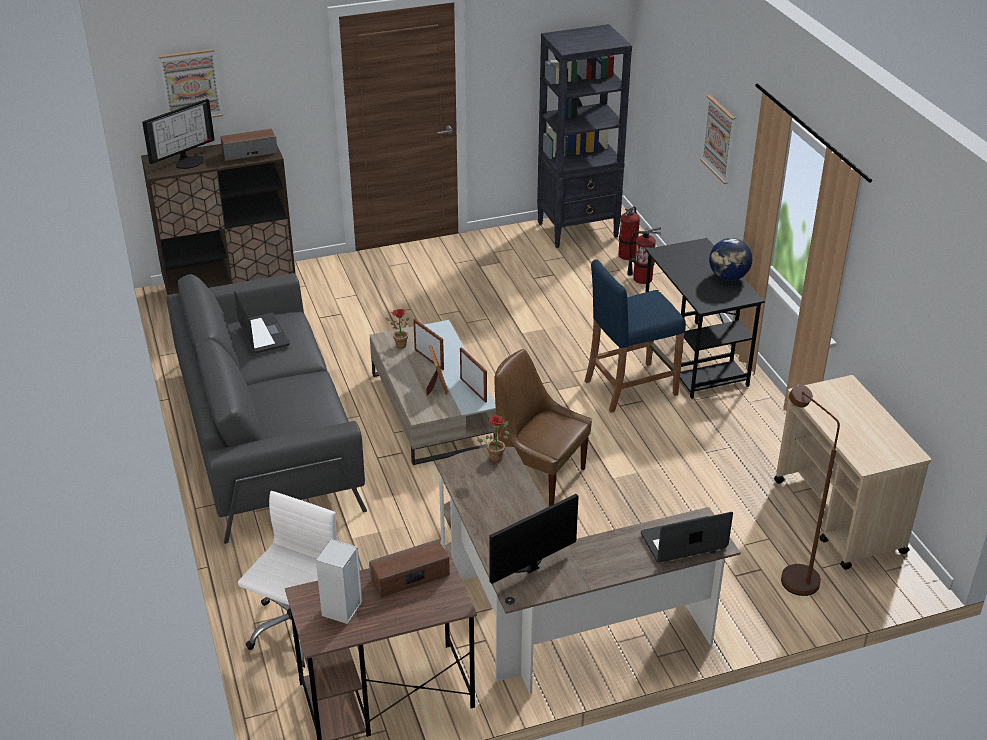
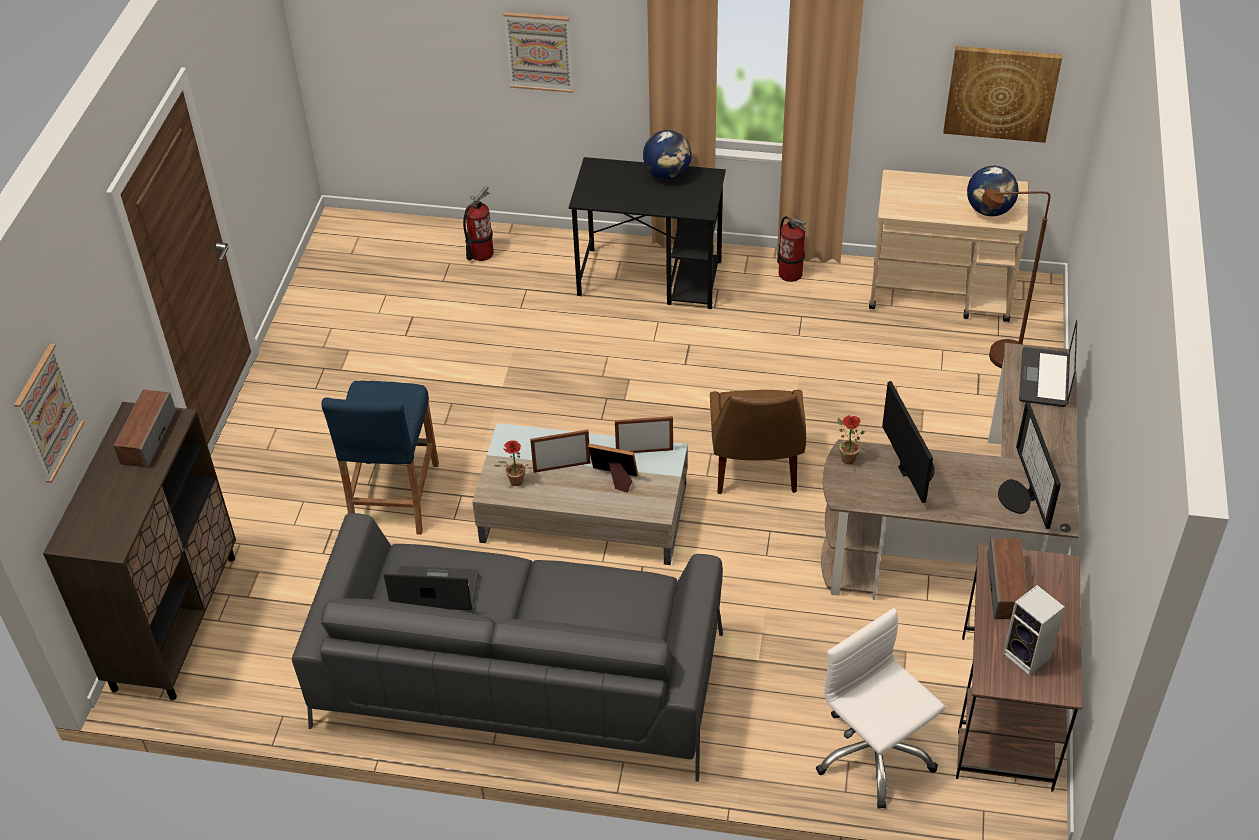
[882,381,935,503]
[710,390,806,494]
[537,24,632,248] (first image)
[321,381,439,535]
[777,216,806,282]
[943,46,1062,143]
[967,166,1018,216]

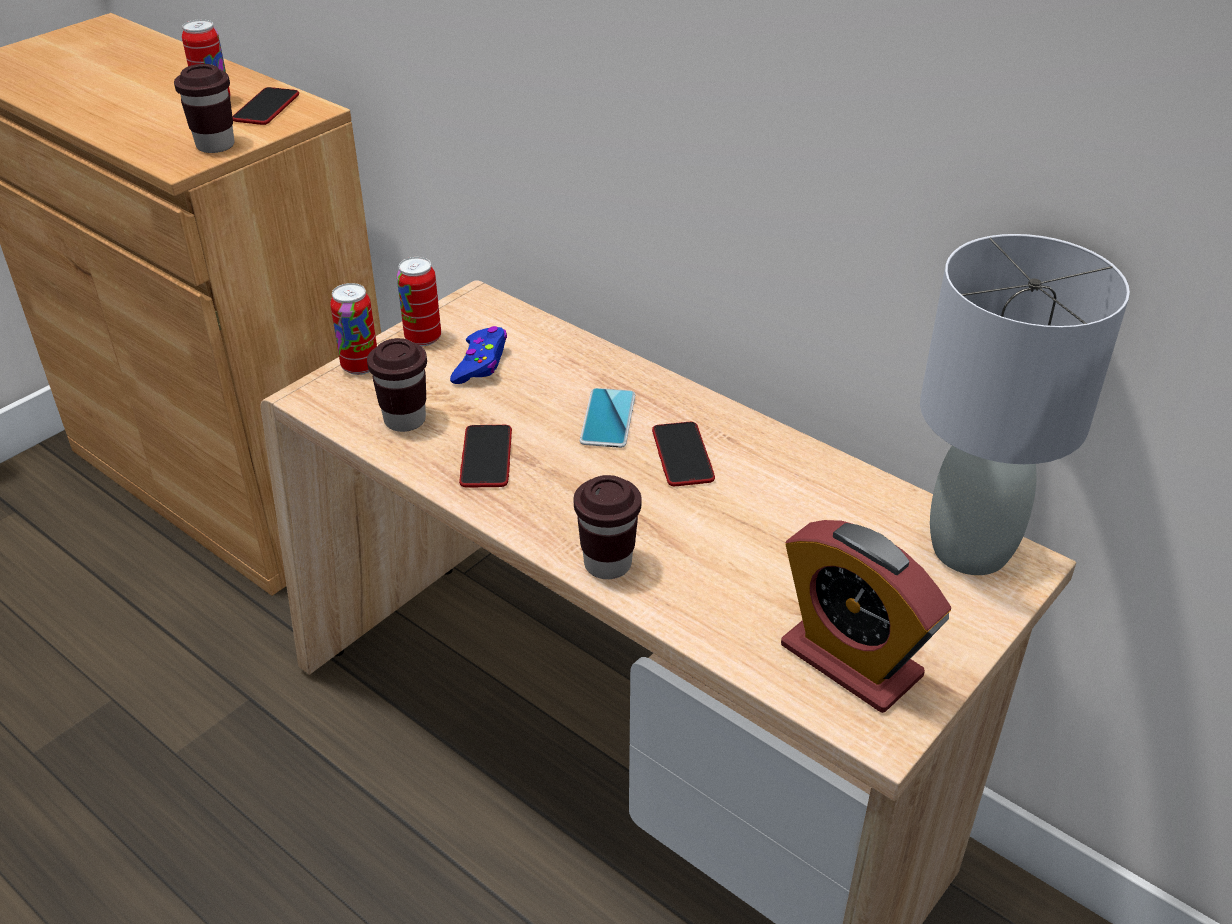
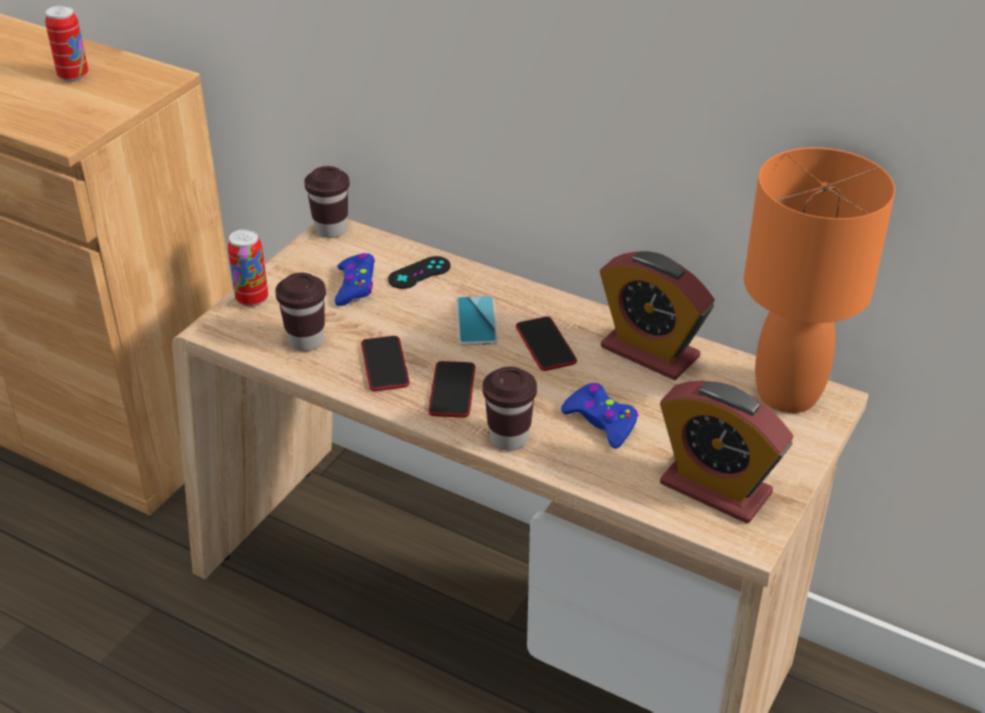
[304,166,350,238]
[428,361,475,418]
[397,257,441,346] (first image)
[744,147,895,413]
[388,256,450,289]
[561,383,639,449]
[600,251,714,380]

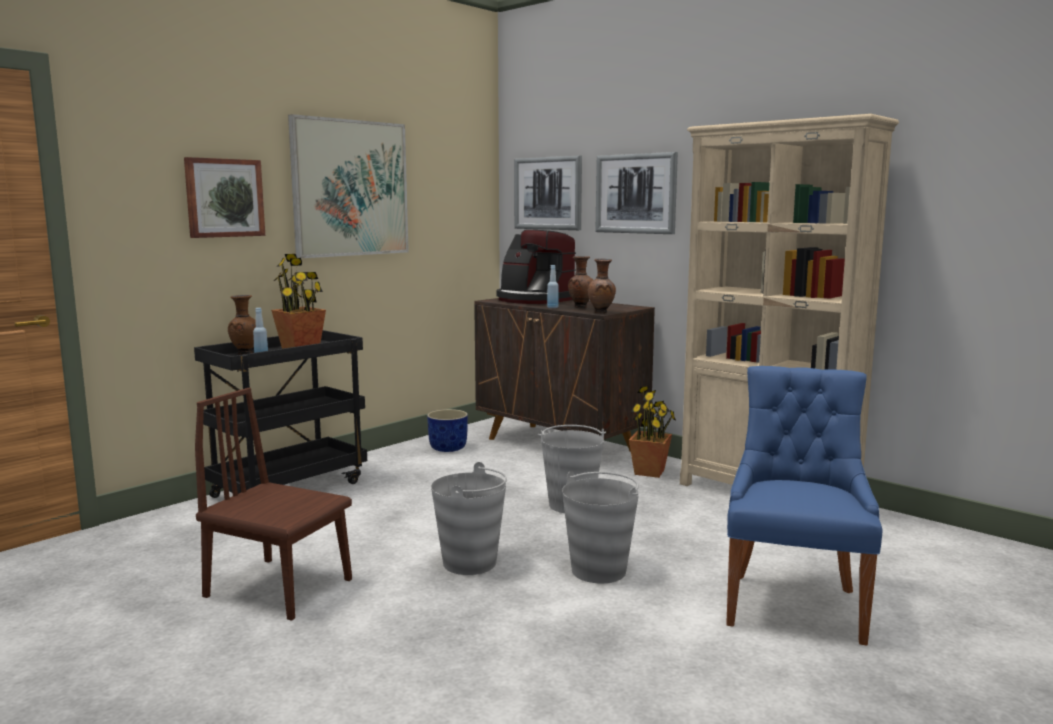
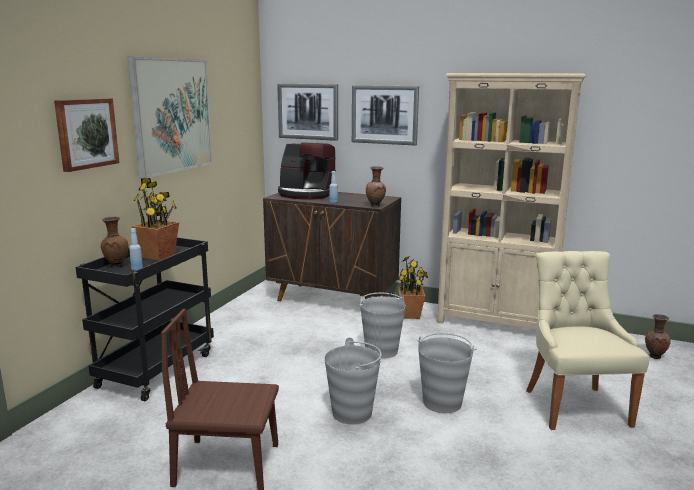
[427,409,468,452] (first image)
[645,314,671,359]
[526,251,649,430]

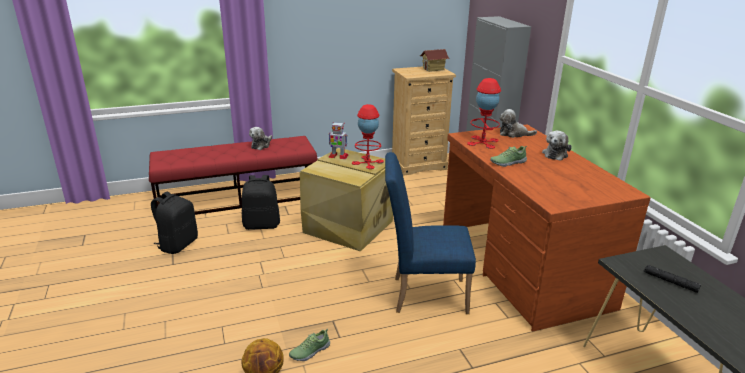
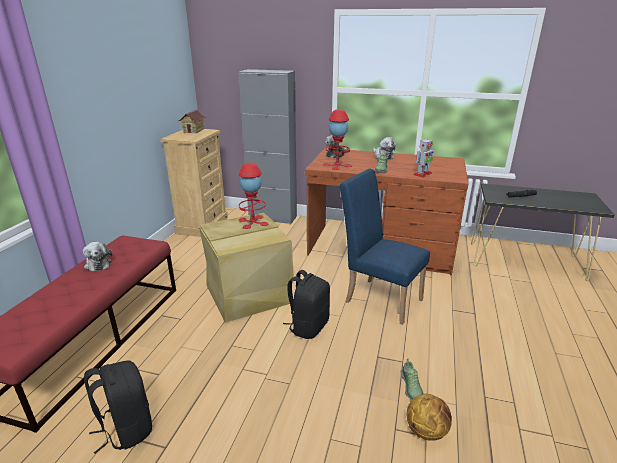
[283,270,330,339]
[413,138,434,178]
[340,169,430,325]

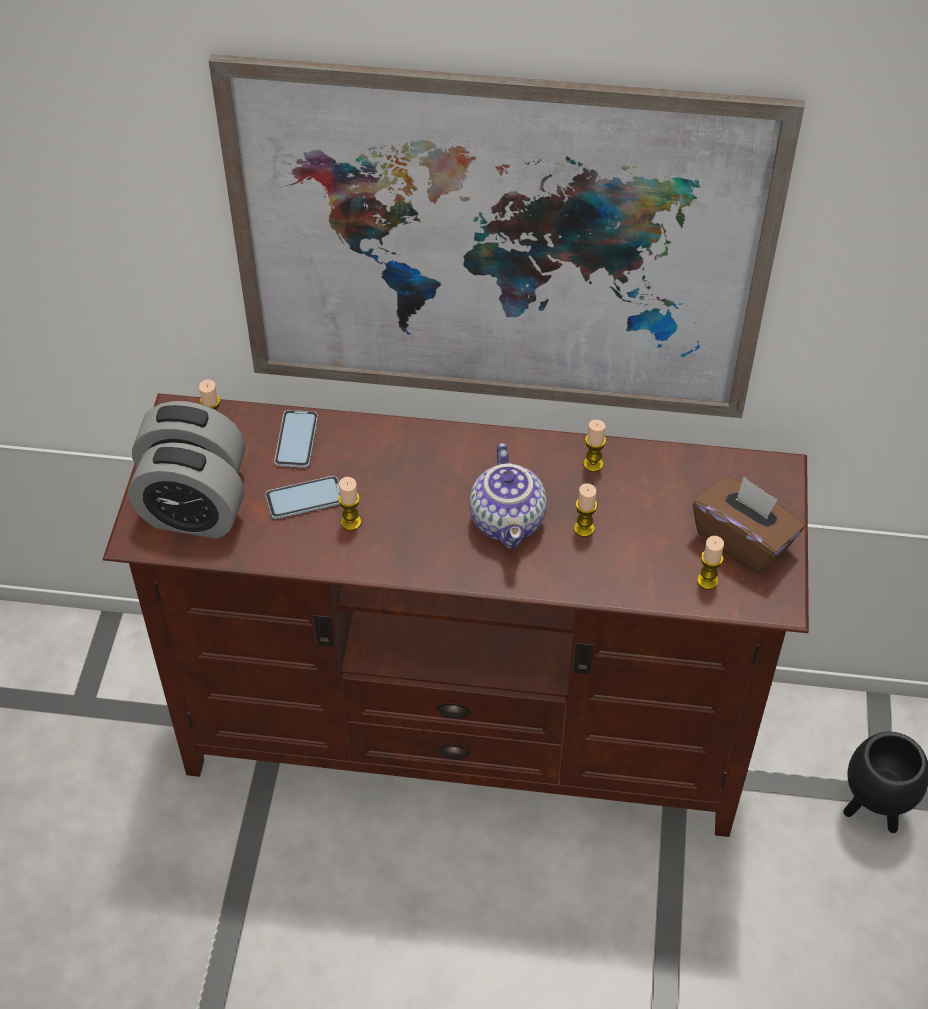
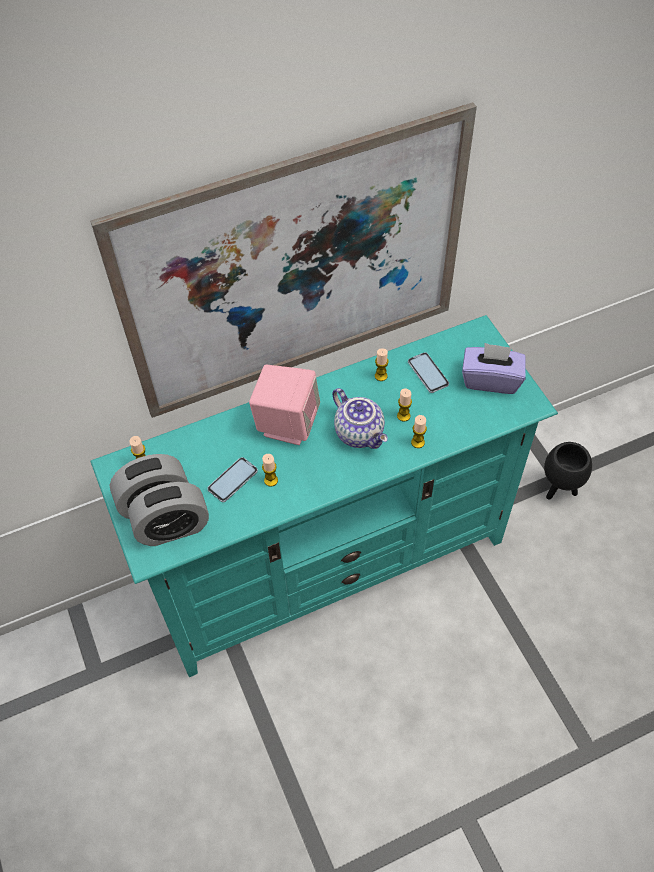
[90,315,558,677]
[408,352,449,393]
[462,343,526,394]
[411,415,427,448]
[249,365,320,445]

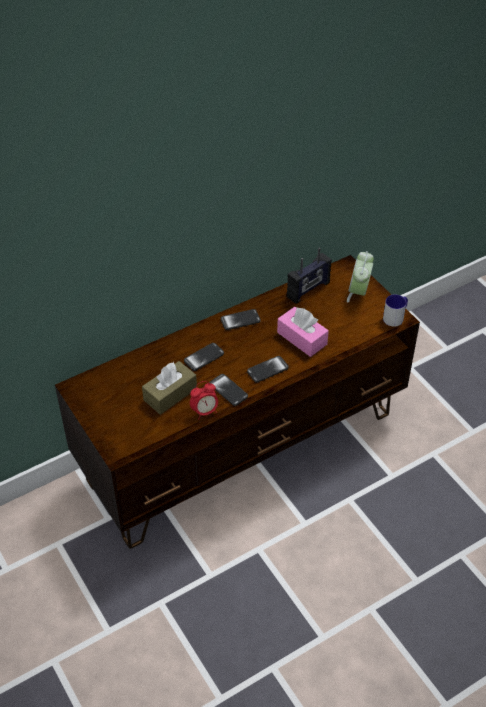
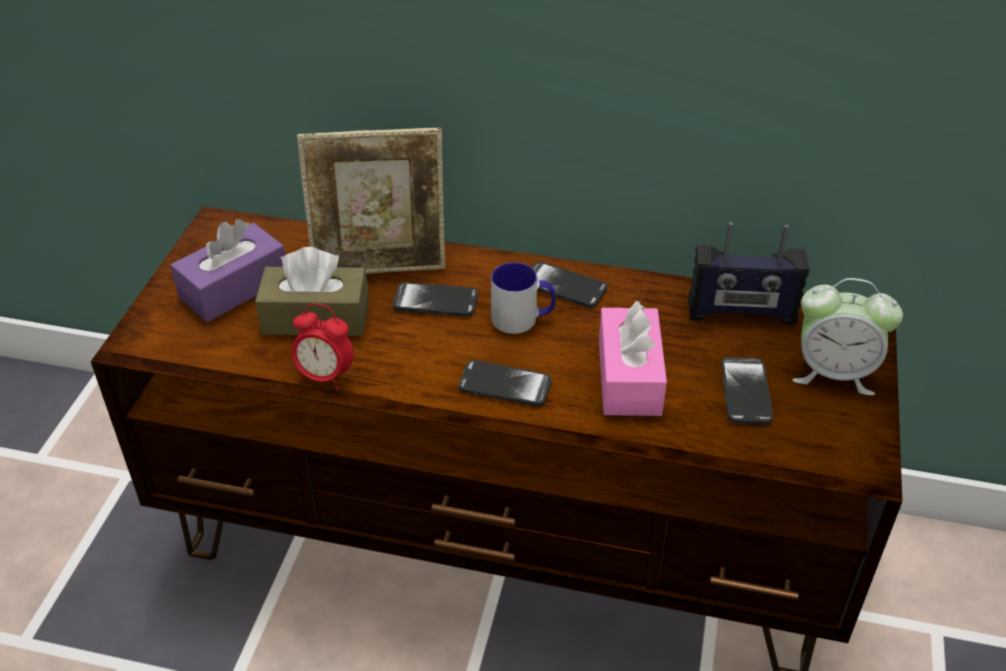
[721,357,773,425]
[793,278,903,395]
[491,262,556,334]
[170,219,285,322]
[297,128,446,274]

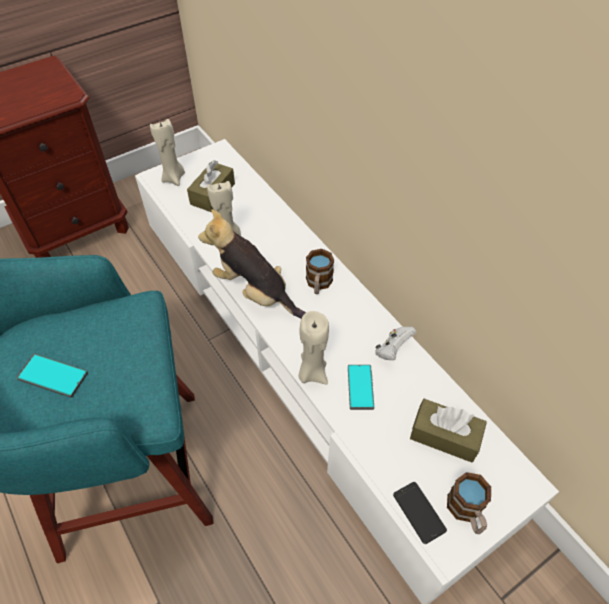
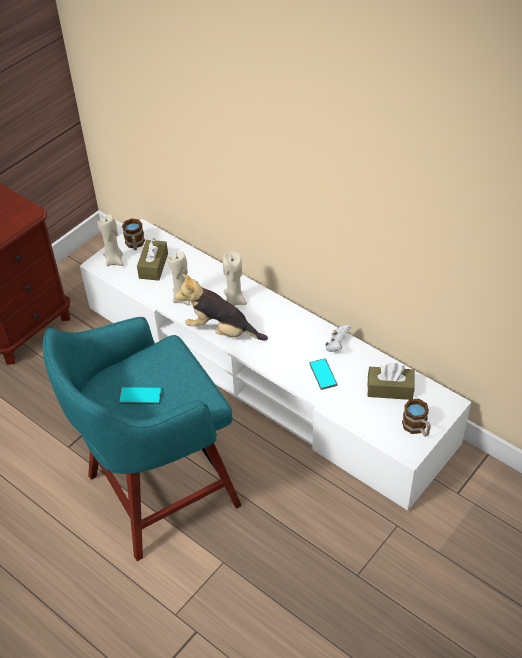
[223,251,247,306]
[122,218,145,250]
[393,482,447,544] (first image)

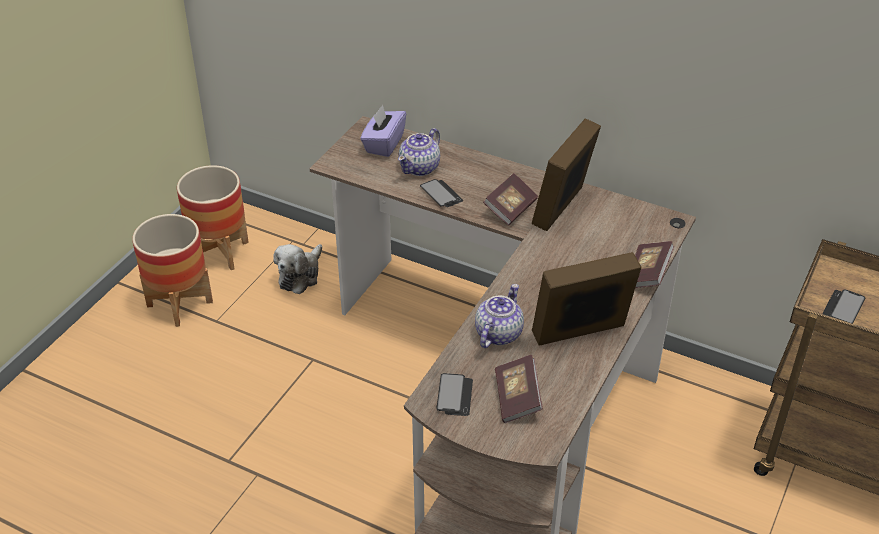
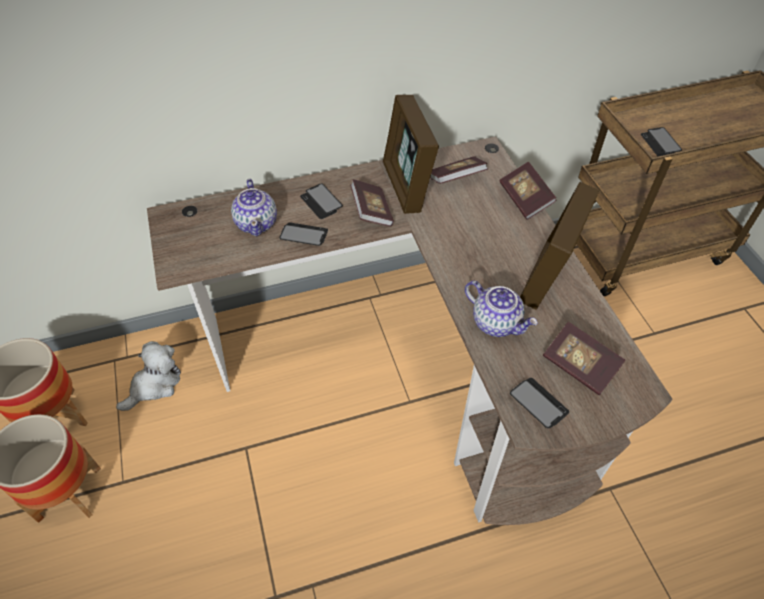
[116,341,181,411]
[360,105,406,157] (first image)
[465,281,538,337]
[300,183,343,219]
[430,156,488,184]

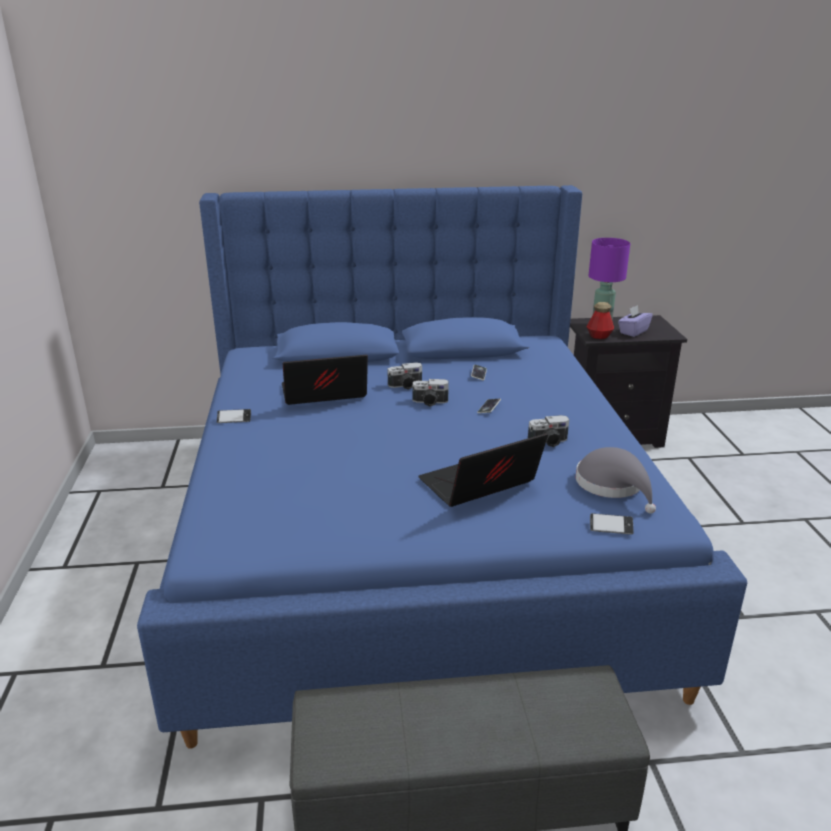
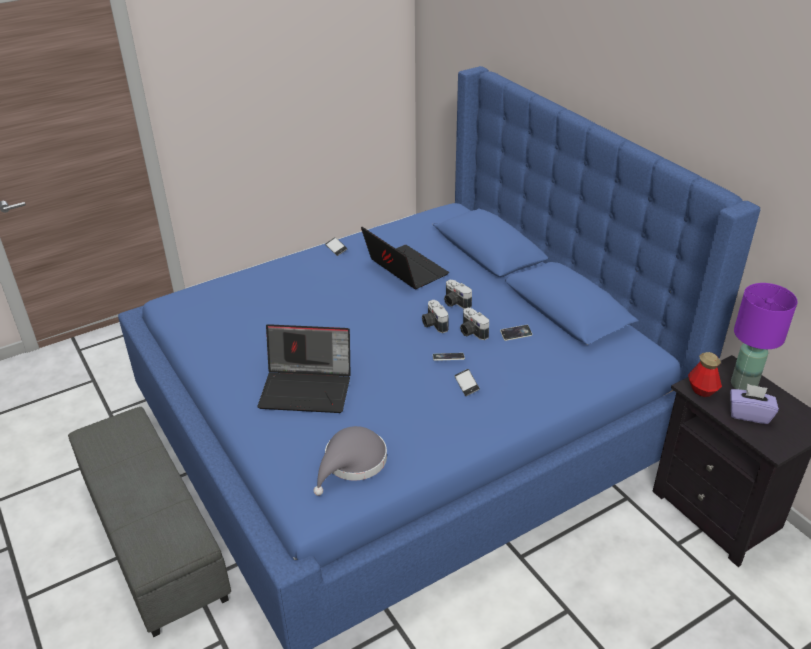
[258,324,350,413]
[460,308,489,340]
[455,369,480,396]

